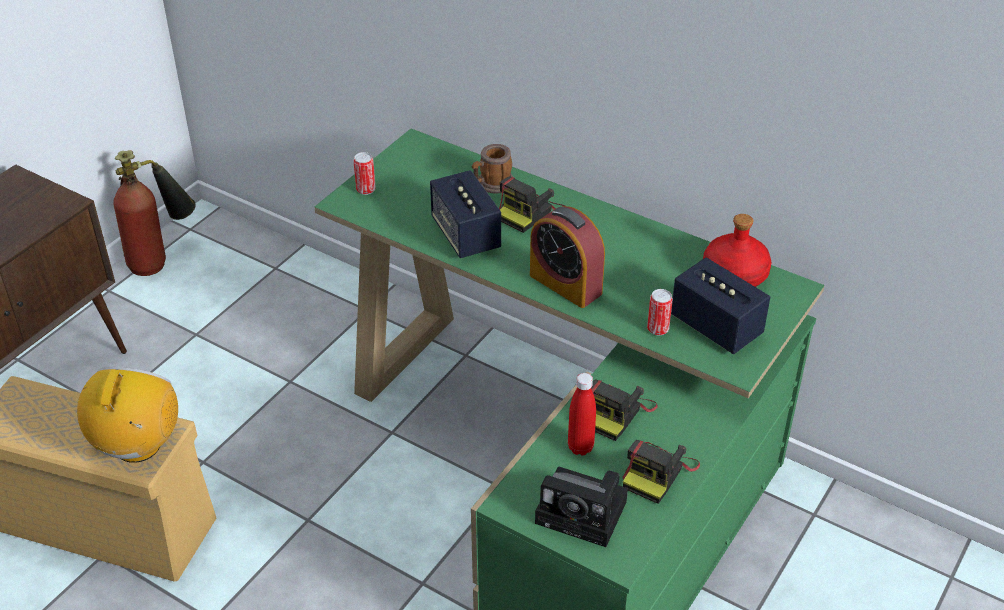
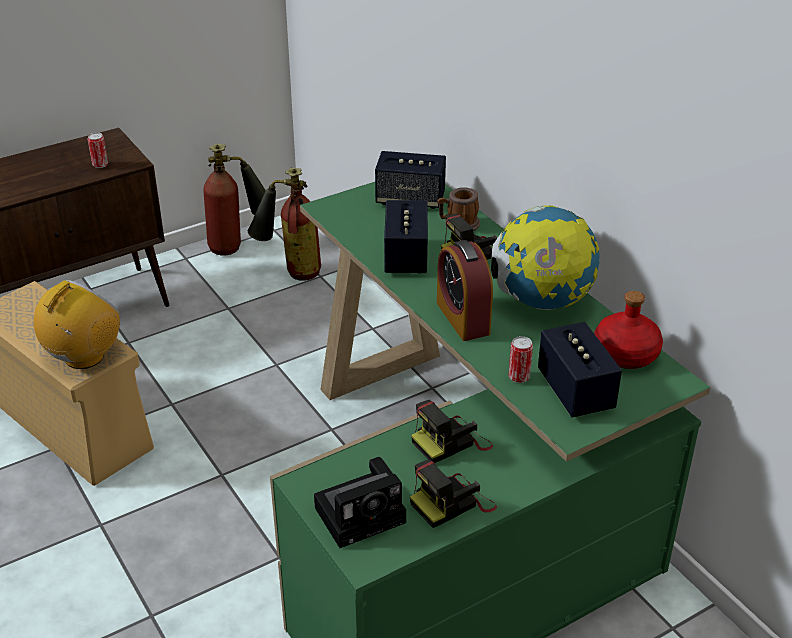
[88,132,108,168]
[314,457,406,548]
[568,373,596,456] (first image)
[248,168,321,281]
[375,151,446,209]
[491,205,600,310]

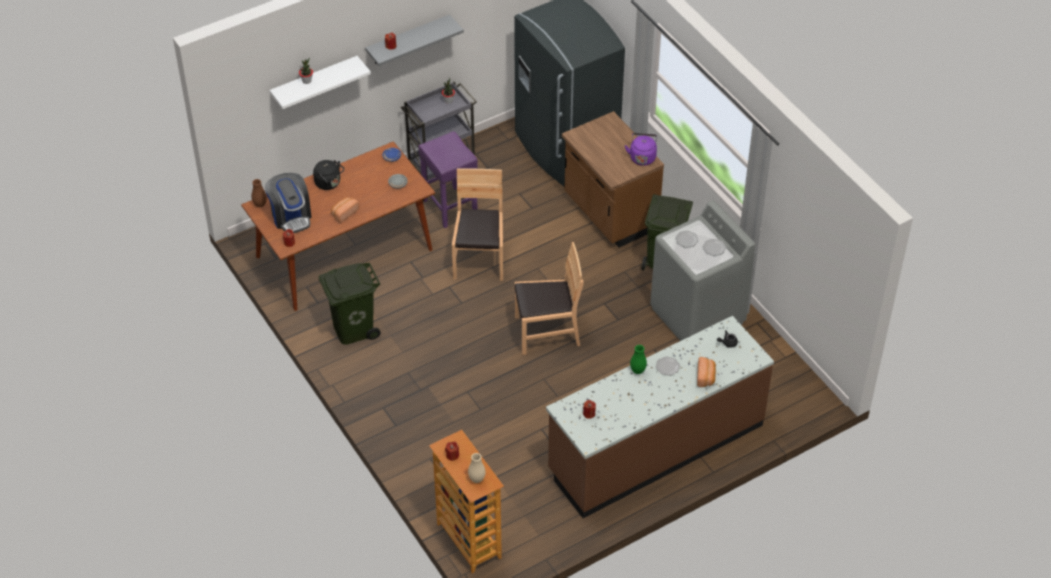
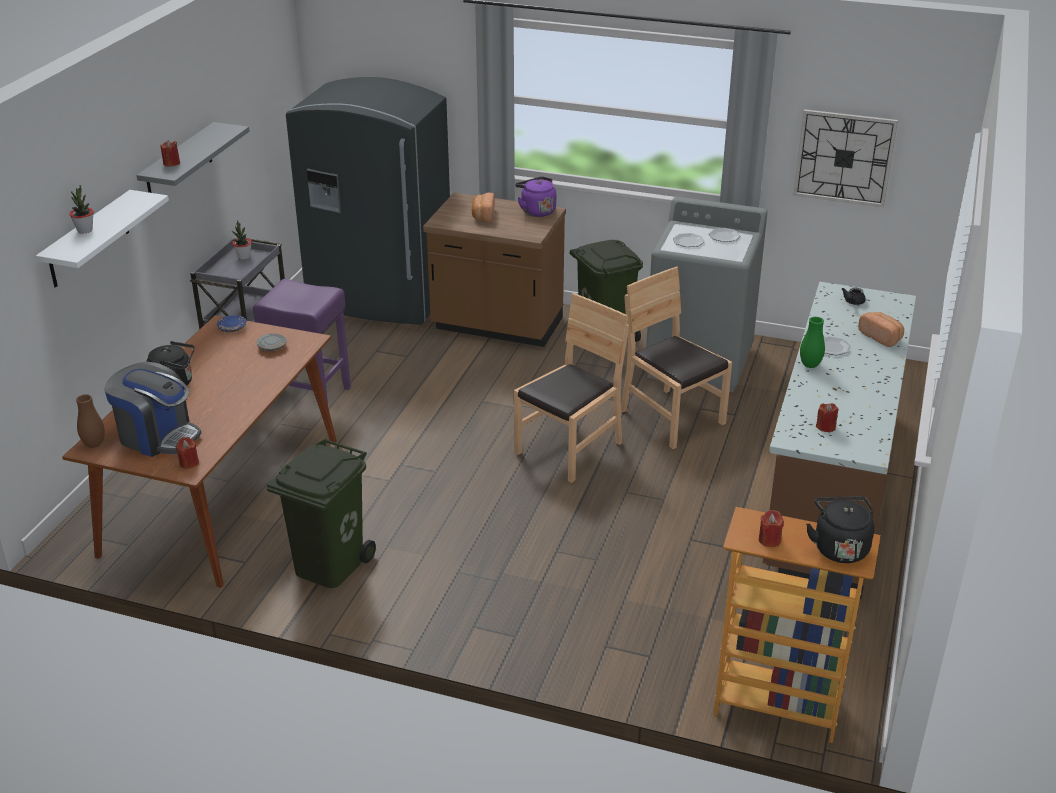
[472,193,495,222]
[621,266,732,449]
[806,496,874,563]
[793,109,898,207]

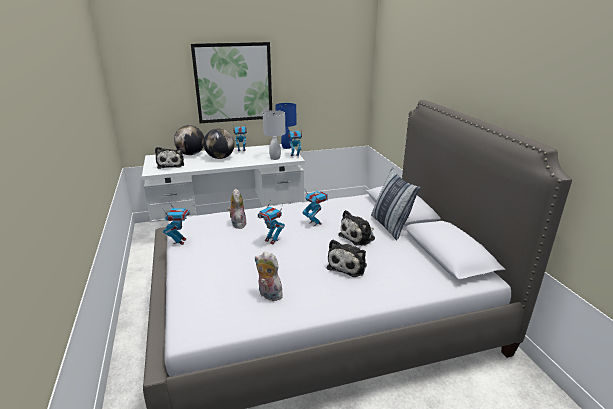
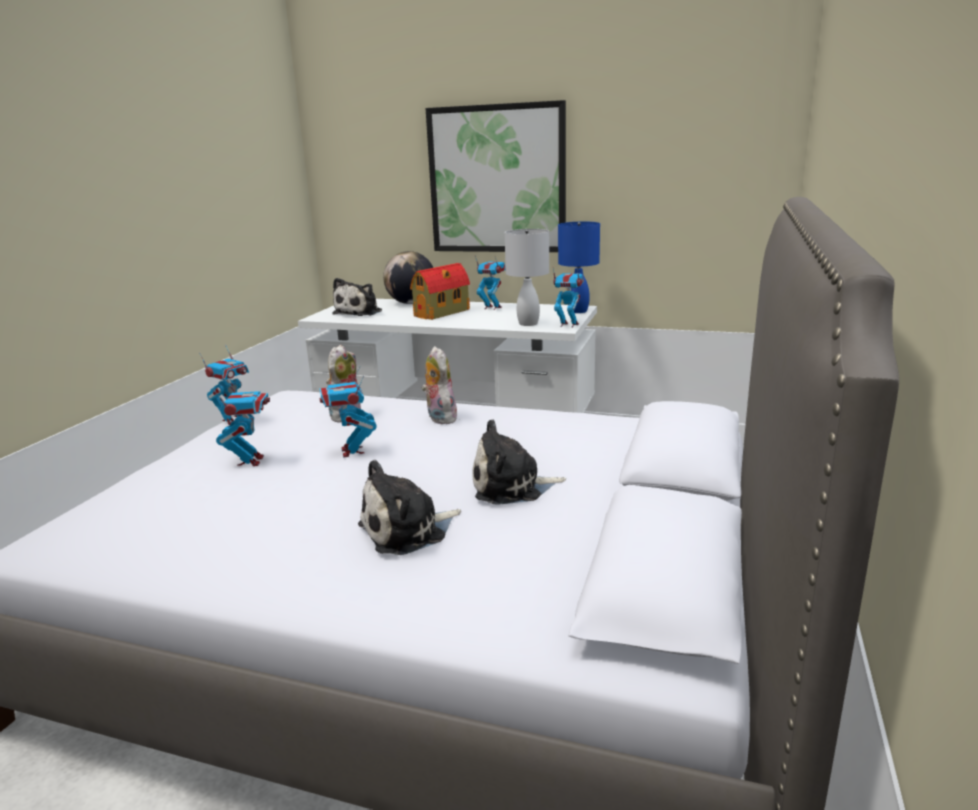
[410,263,470,320]
[422,346,457,424]
[213,378,270,466]
[371,167,421,240] (first image)

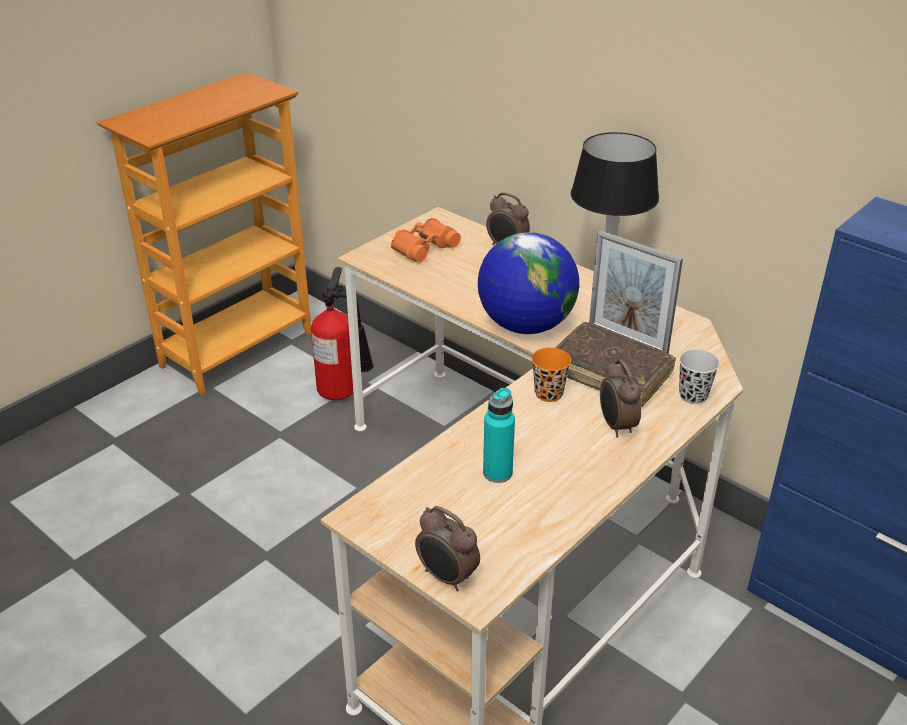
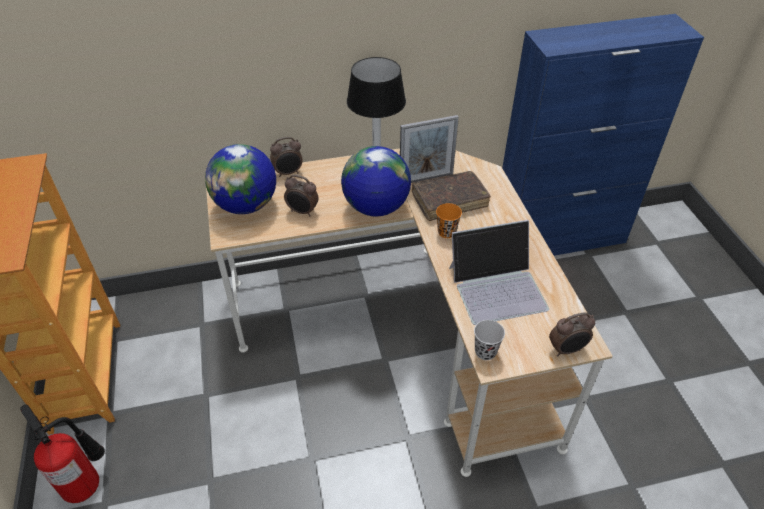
[20,405,105,503]
[205,144,276,214]
[449,220,549,325]
[284,175,319,216]
[474,320,505,360]

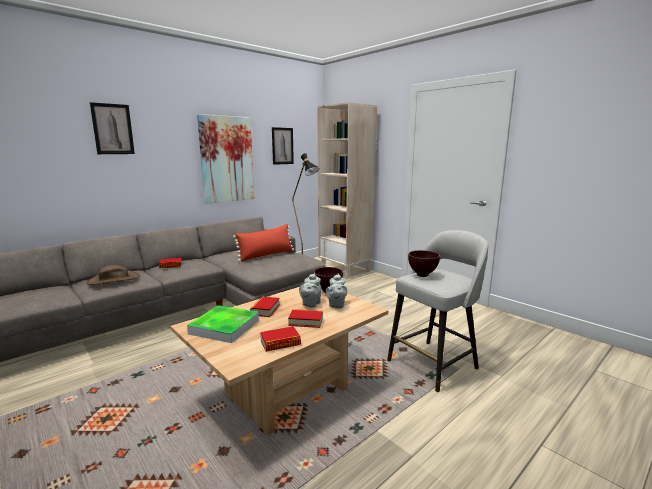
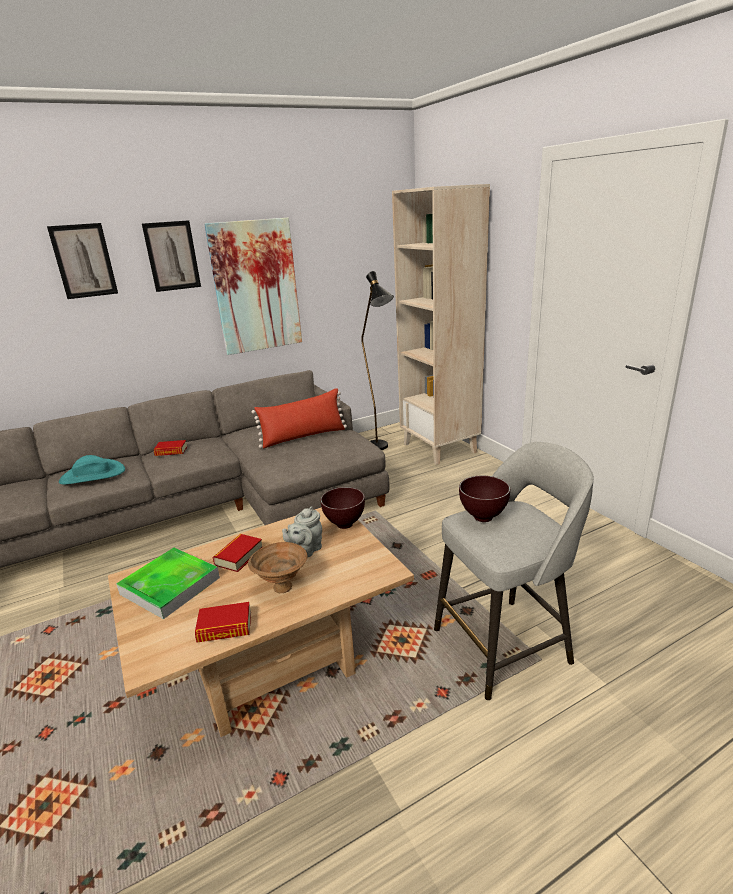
[59,455,125,485]
[142,220,201,292]
[248,542,307,593]
[325,274,347,309] (first image)

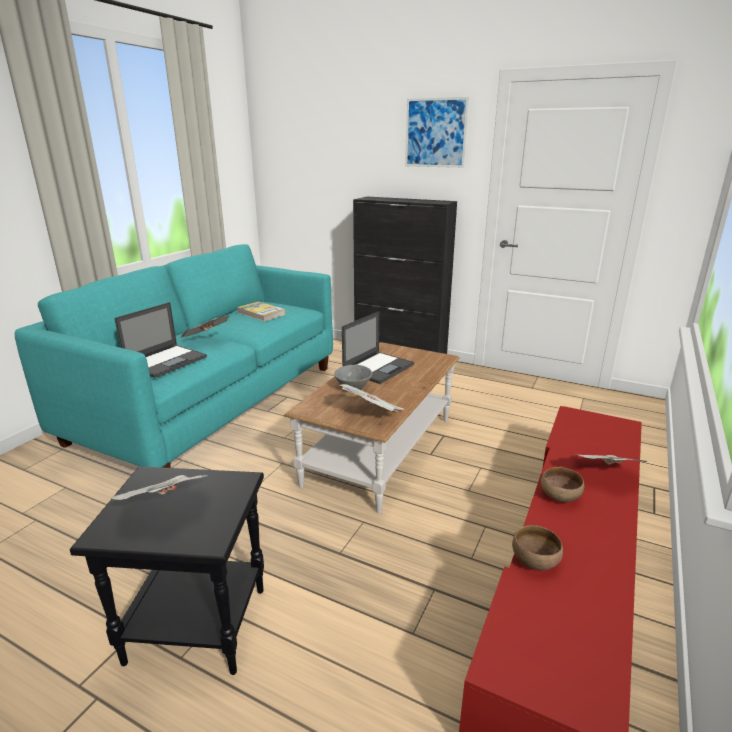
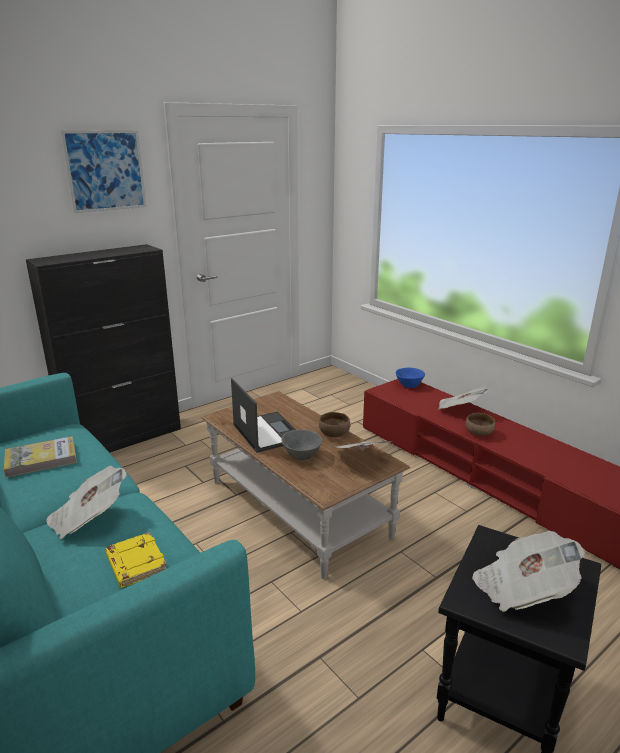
[105,532,167,588]
[319,412,351,437]
[396,368,425,388]

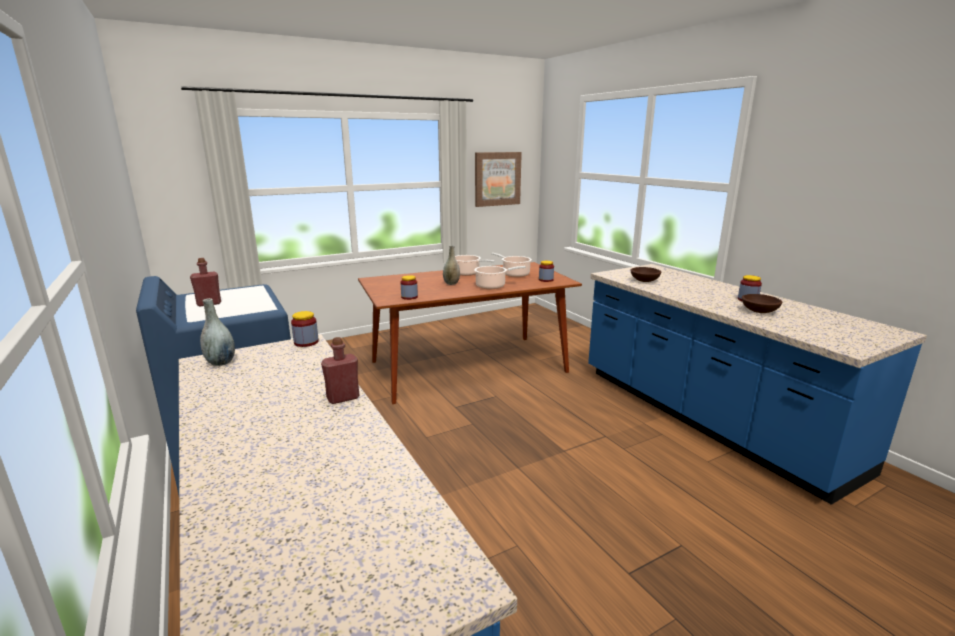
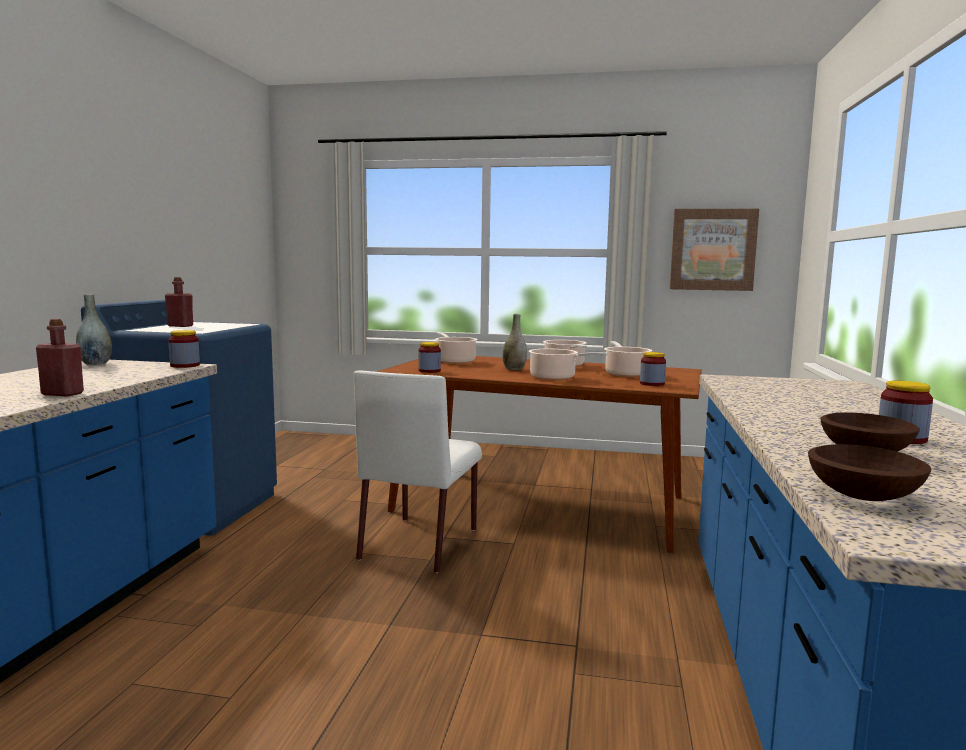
[808,444,931,501]
[353,370,482,573]
[435,332,478,364]

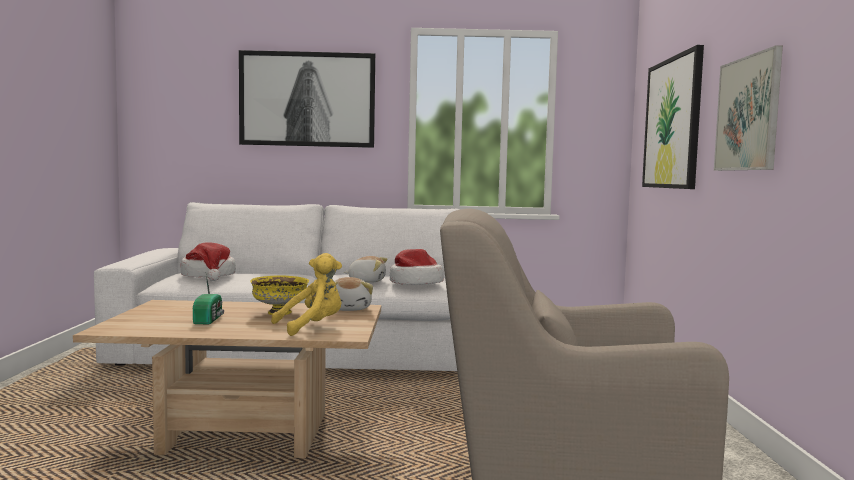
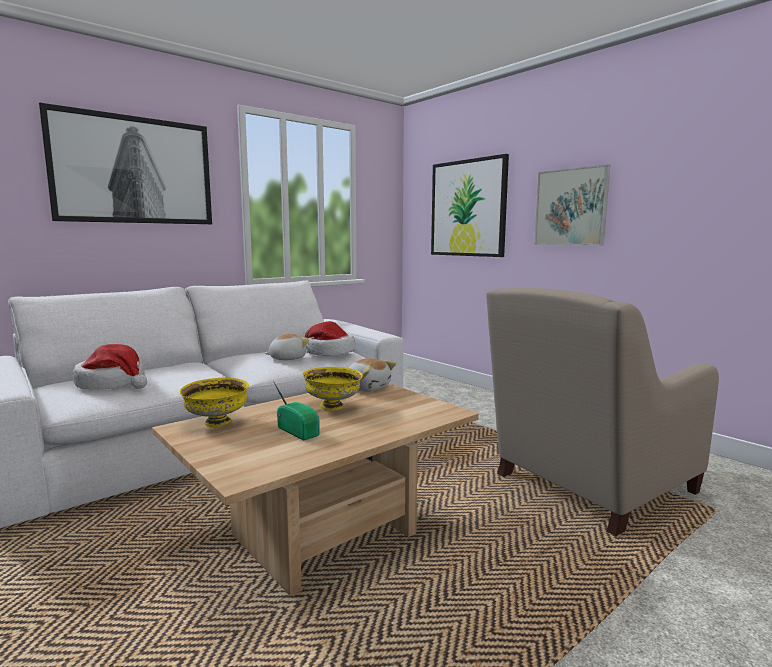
[271,253,342,336] (first image)
[180,378,249,427]

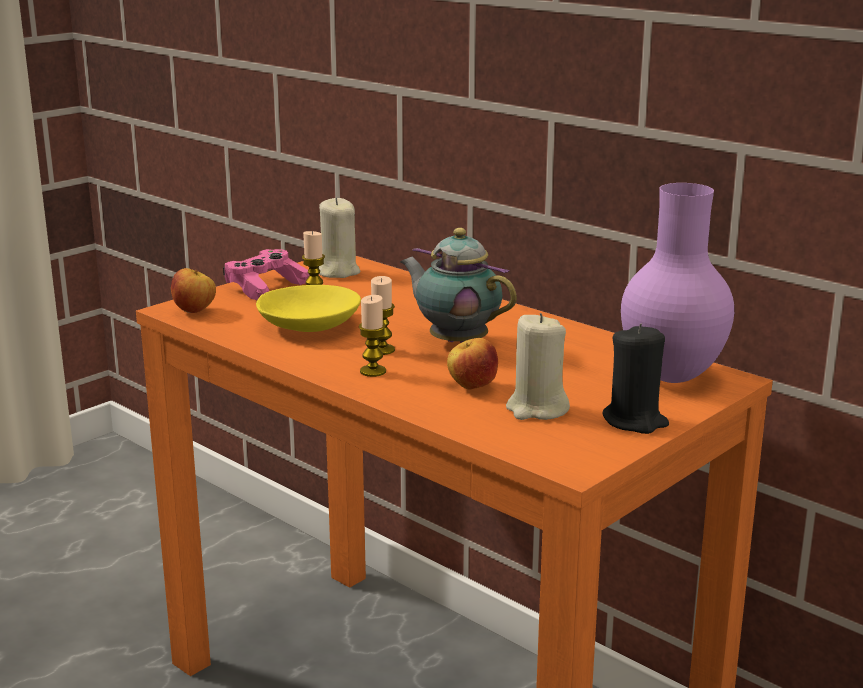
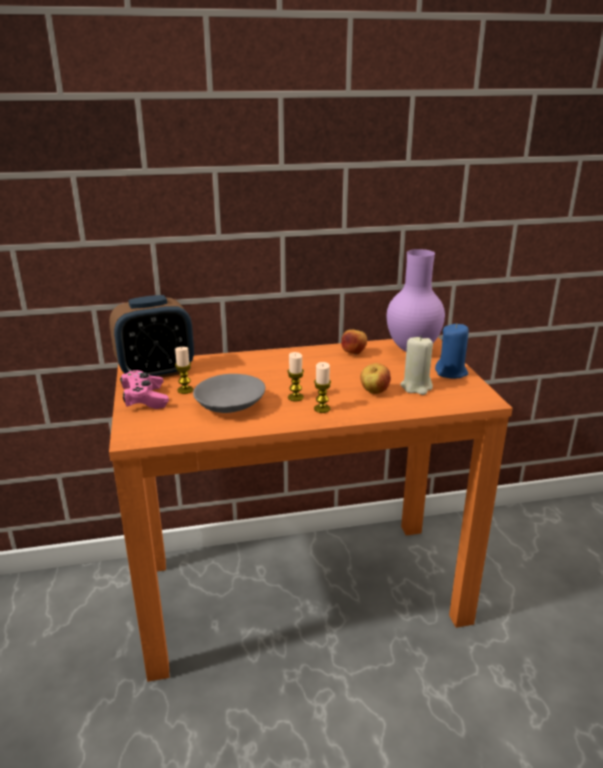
[341,329,367,355]
[193,374,265,413]
[109,295,194,378]
[400,228,517,343] (first image)
[435,323,469,379]

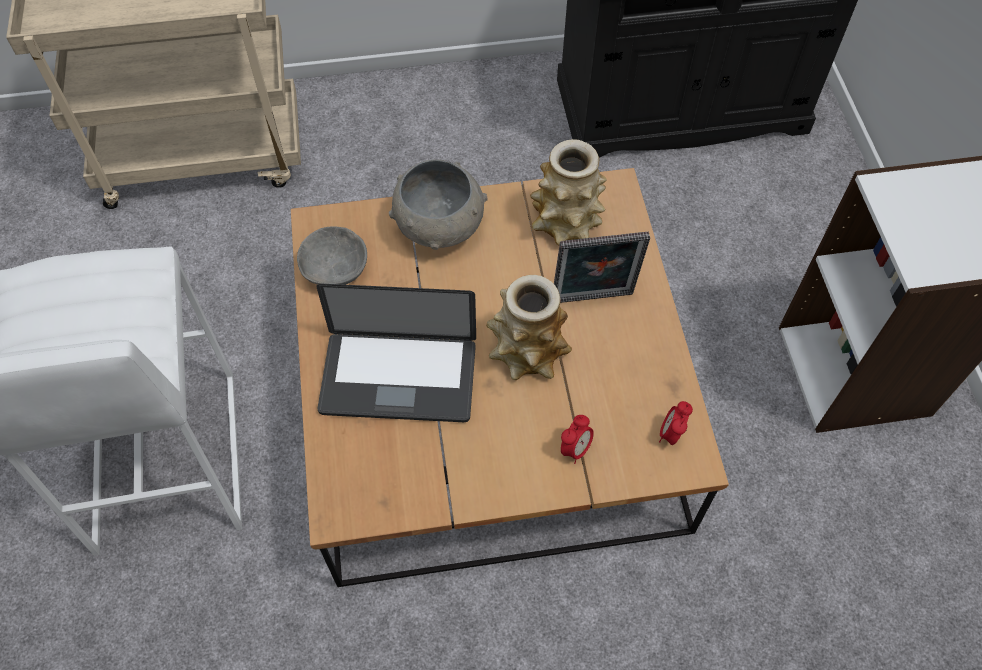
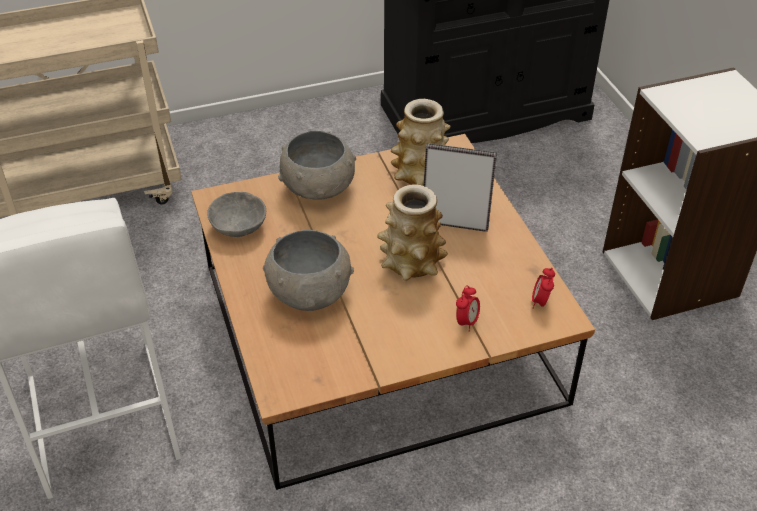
[263,230,354,311]
[424,143,497,232]

